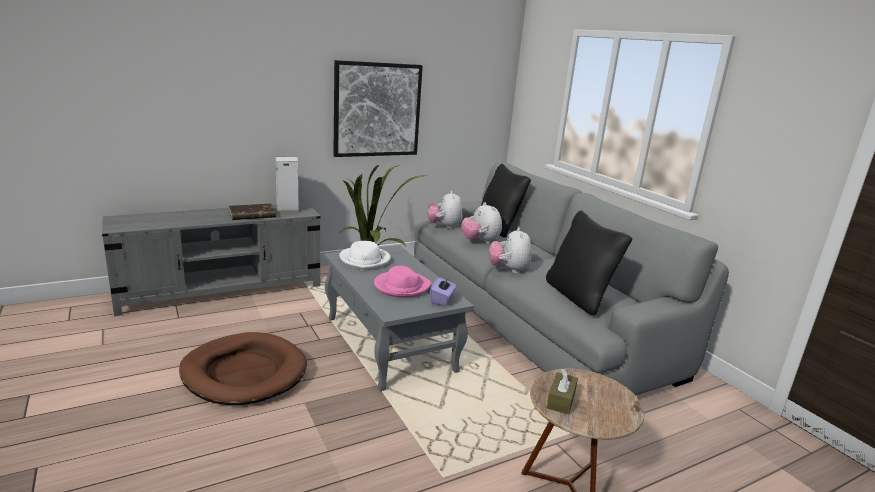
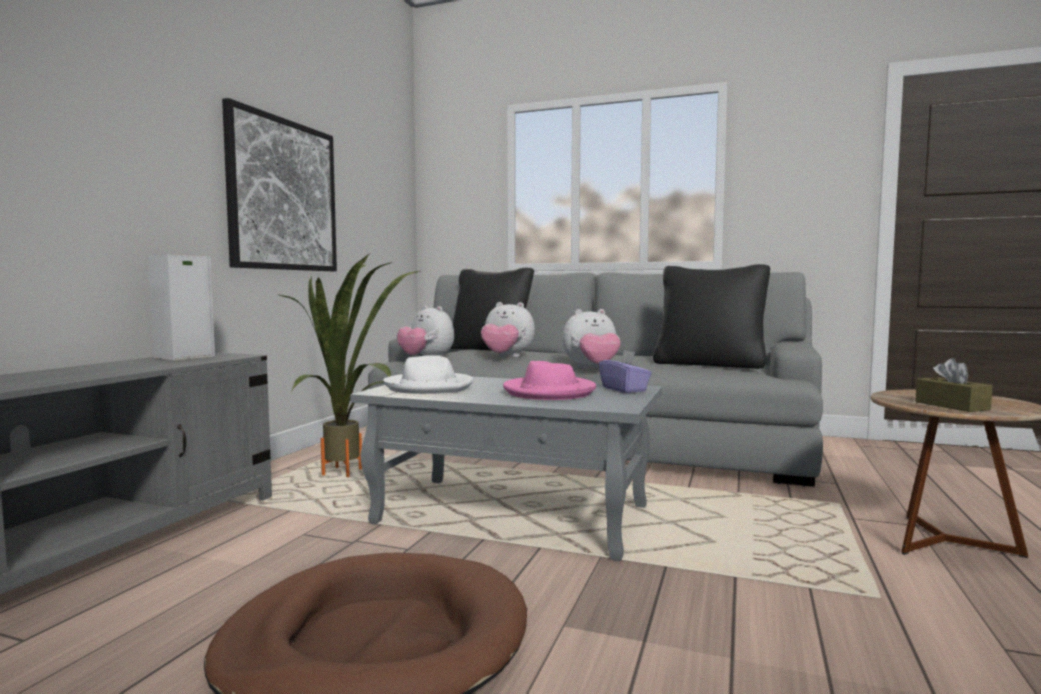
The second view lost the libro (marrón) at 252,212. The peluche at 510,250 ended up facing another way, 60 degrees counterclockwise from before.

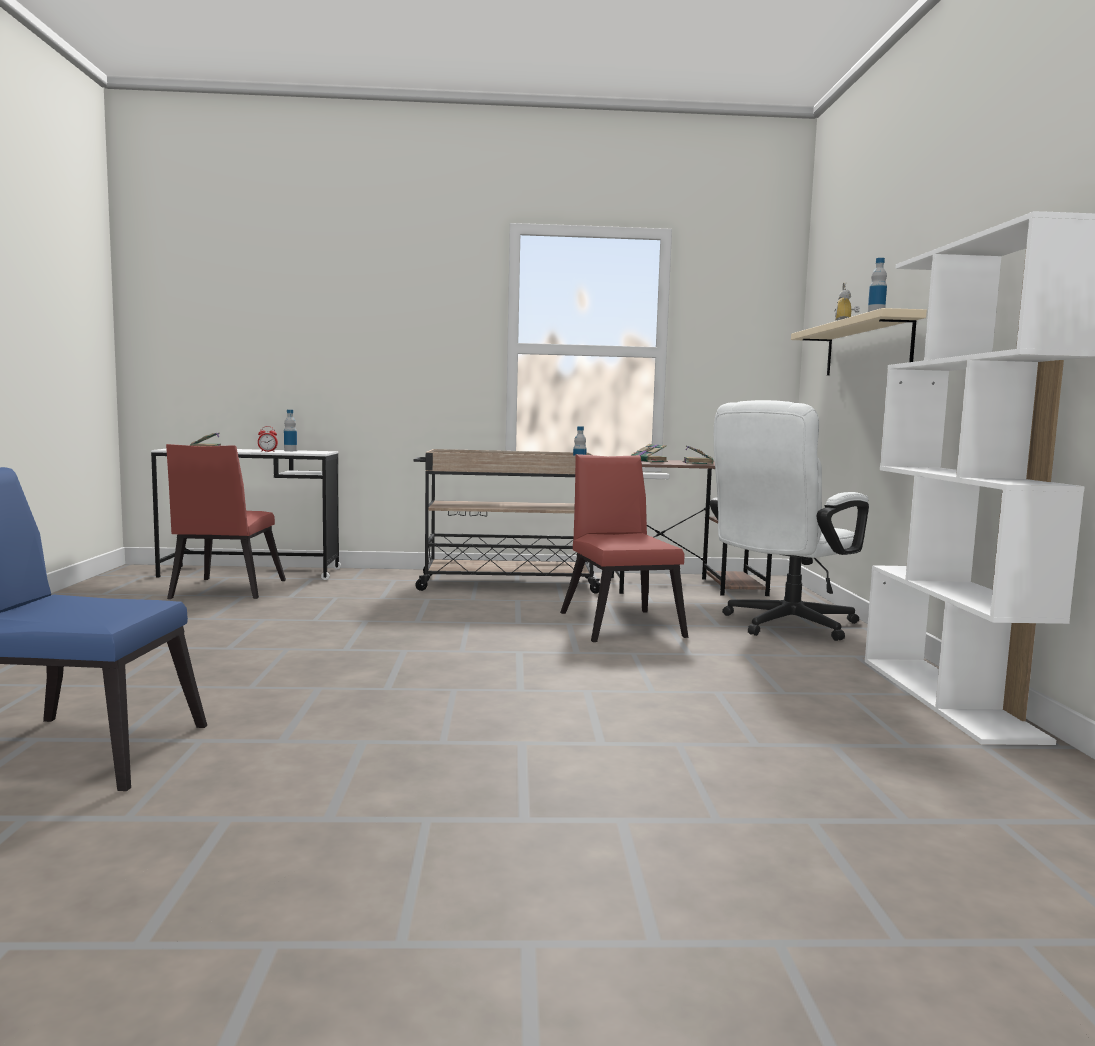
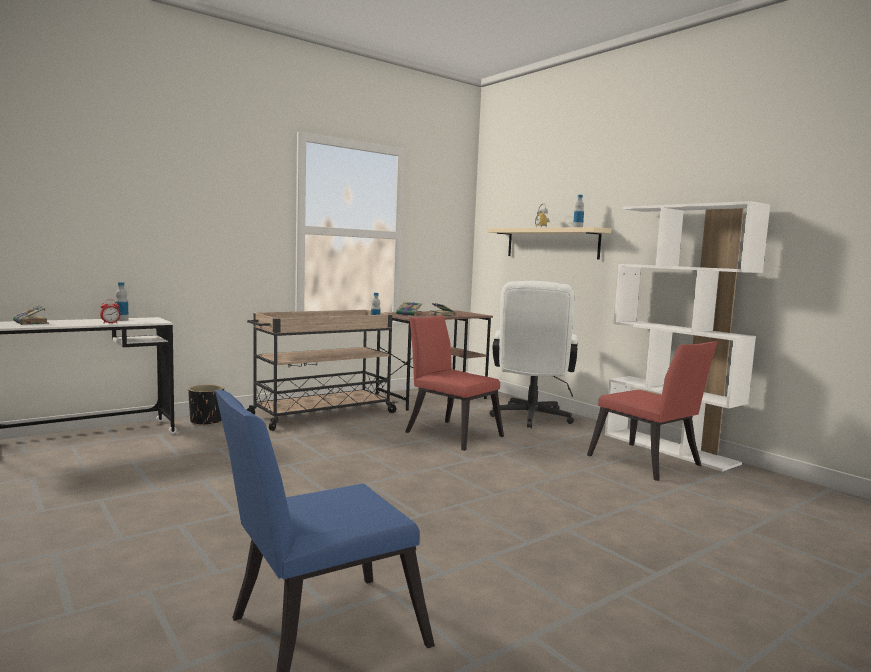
The second view gained the maceta (negro) at 206,405. The silla (rojo) ended up elsewhere, having gone from 226,521 to 652,411.

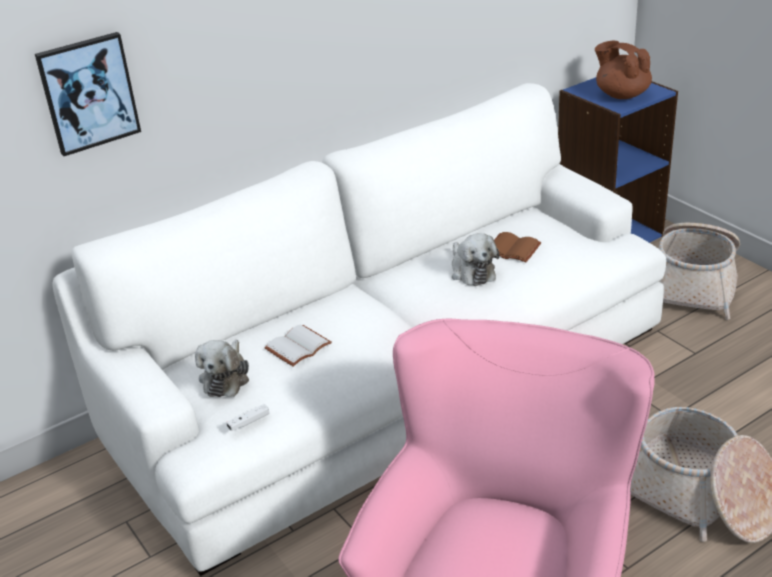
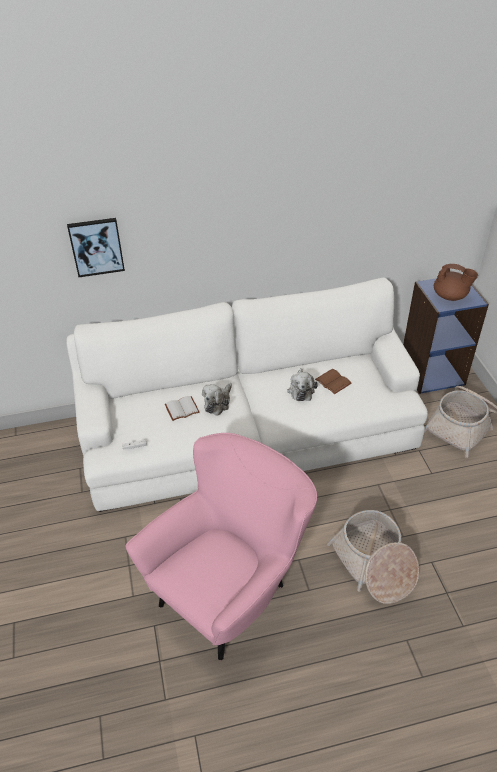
The peluche ended up elsewhere, having gone from 222,368 to 217,399. The tetera (marrón) at 623,70 ended up facing another way, 135 degrees clockwise from before.

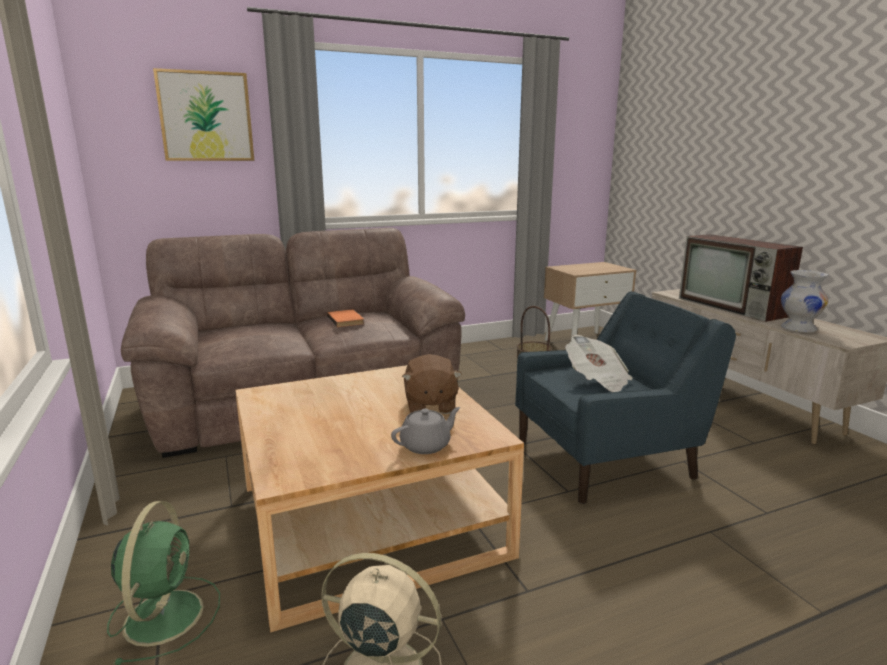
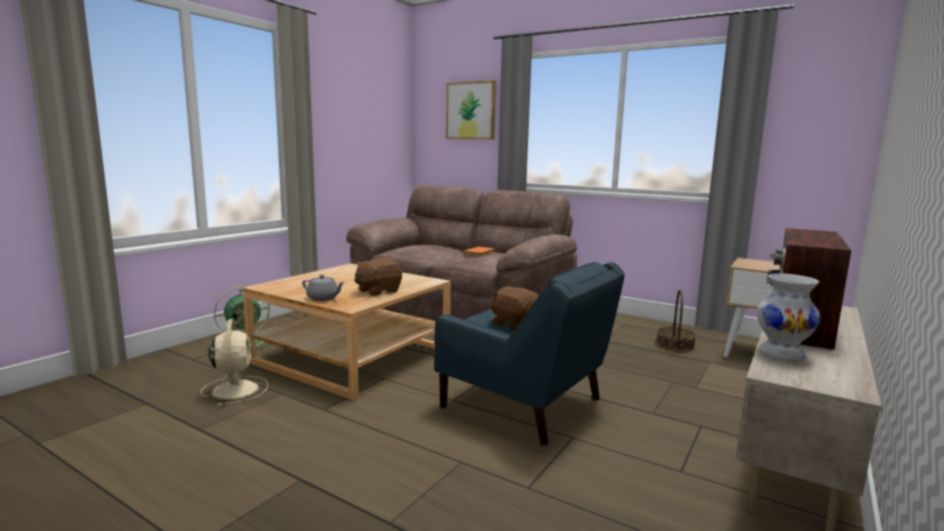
Where the periódico stood at 598,363, the peluche (marrón) came to stand at 515,308.

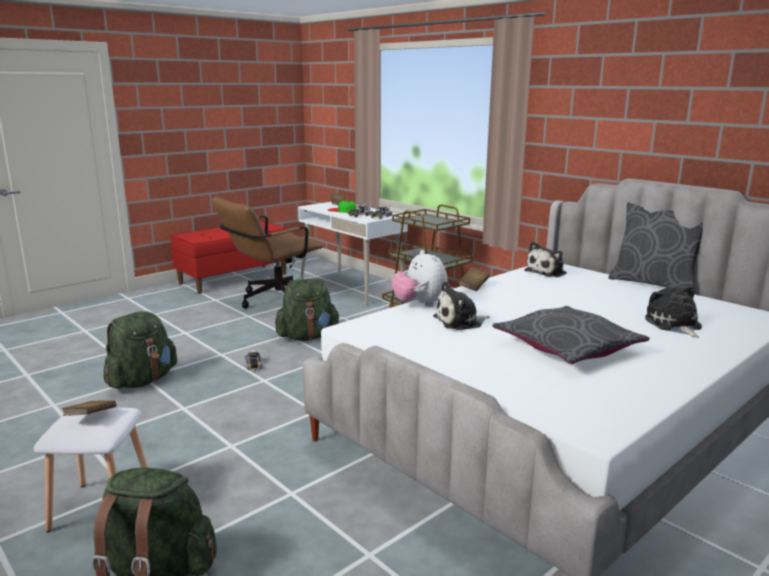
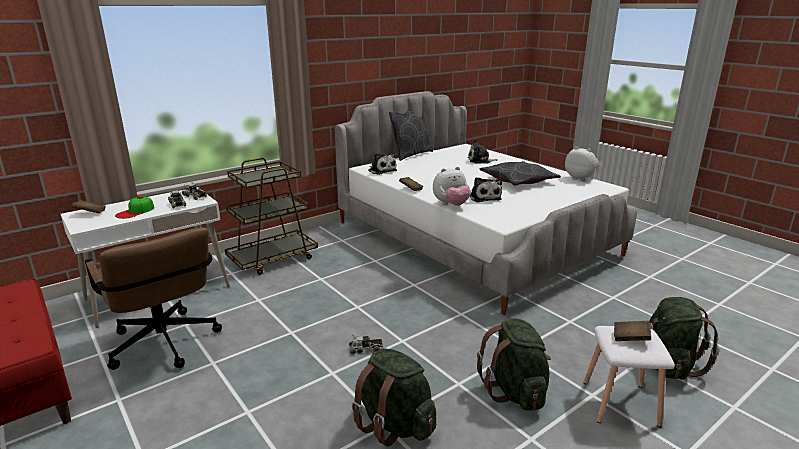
The second view gained the peluche at 582,163. The mochila (verde) ended up elsewhere, having gone from 307,309 to 514,365.

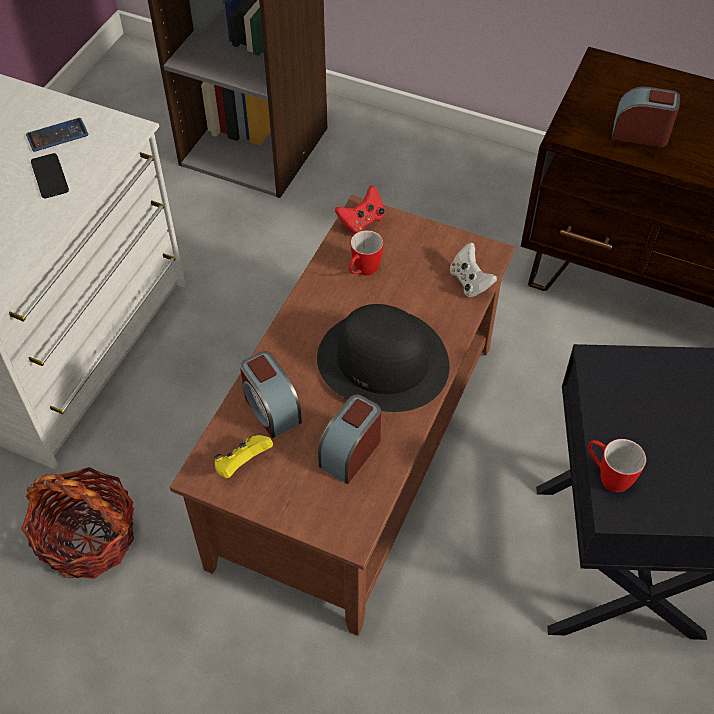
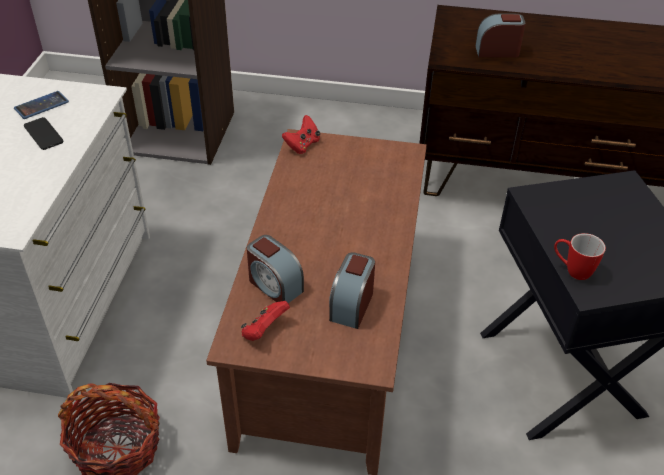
The second view lost the sombrero (negro) at 383,358. The second view lost the taza grande at 366,253. The second view lost the mando de consola (blanco) at 473,270. What was the mando de consola (amarillo) at 243,457 turned into the mando de consola (rojo) at 265,321.

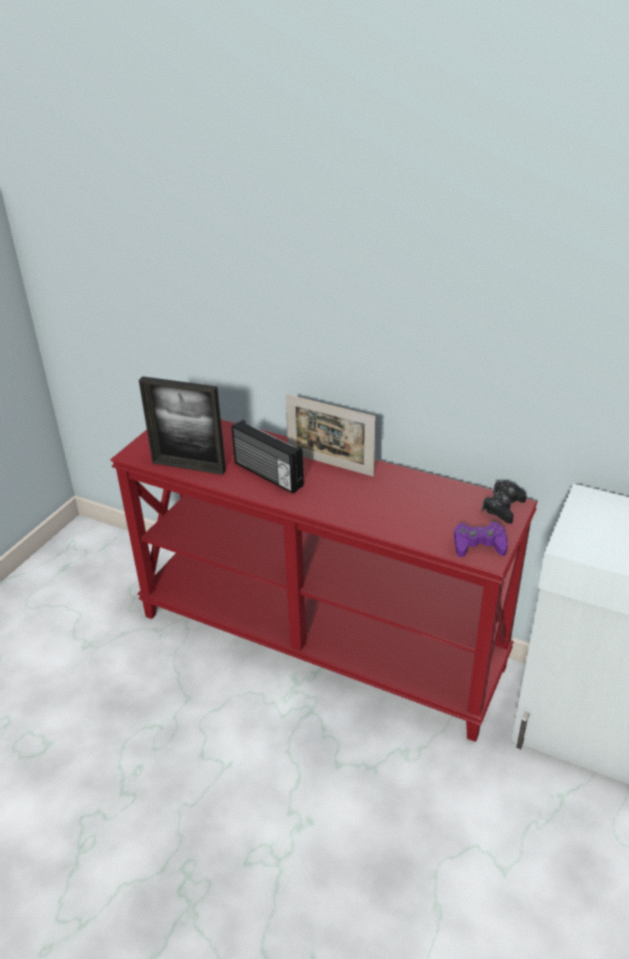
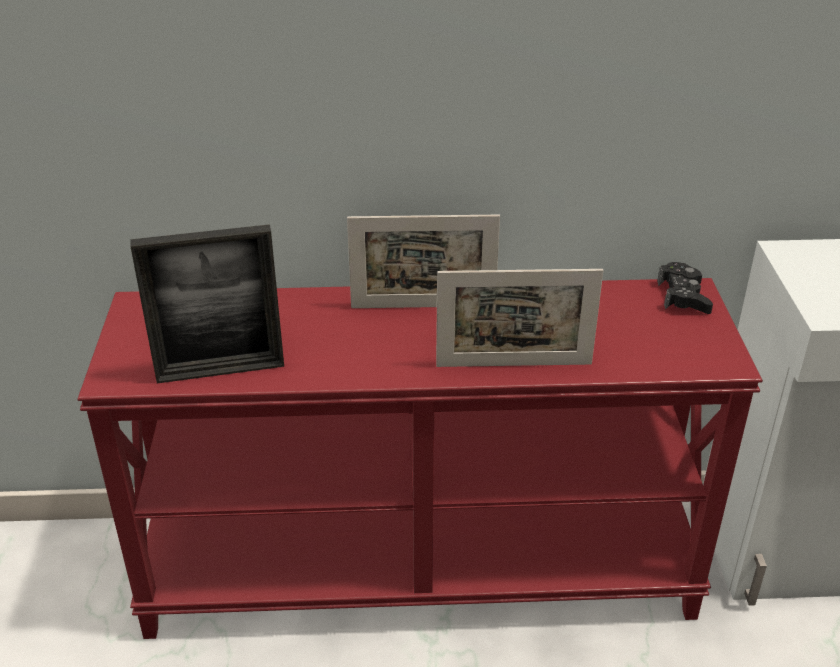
The second view lost the radio at 268,457. The second view lost the mando de consola (morado) at 481,539. The second view gained the portarretratos at 519,318.

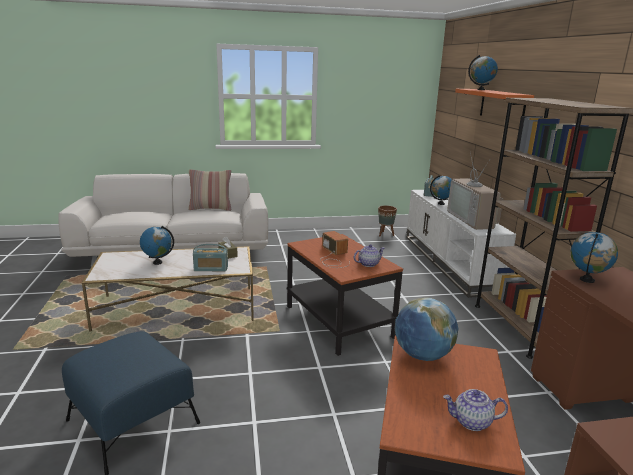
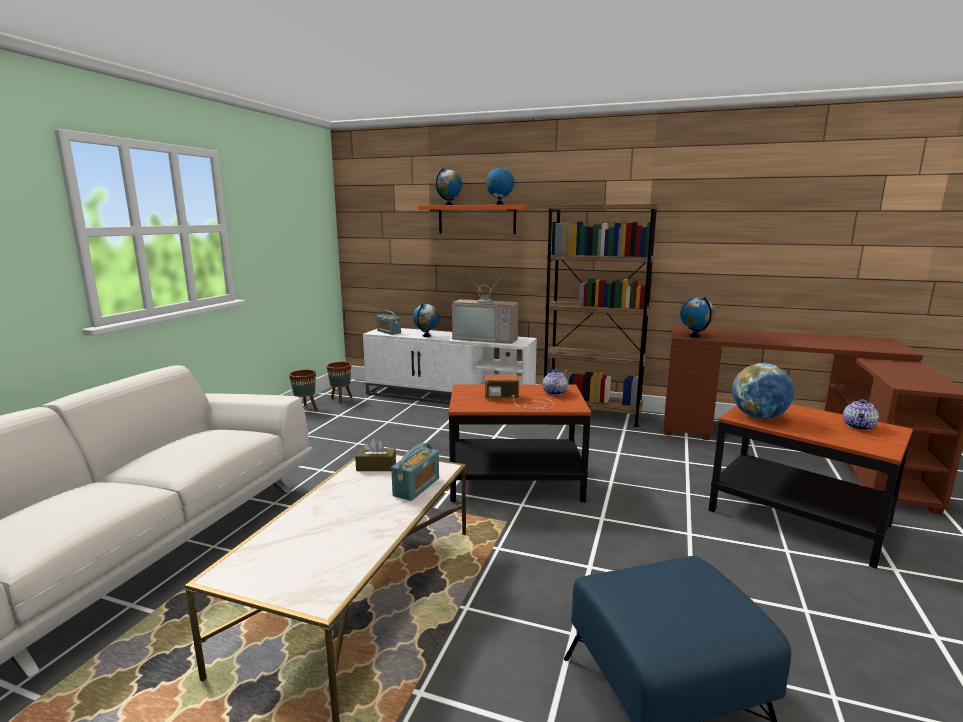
The second view lost the cojín at 210,190. The second view gained the maceta (marrón) at 303,390. The globo terráqueo ended up elsewhere, having gone from 157,245 to 500,186.

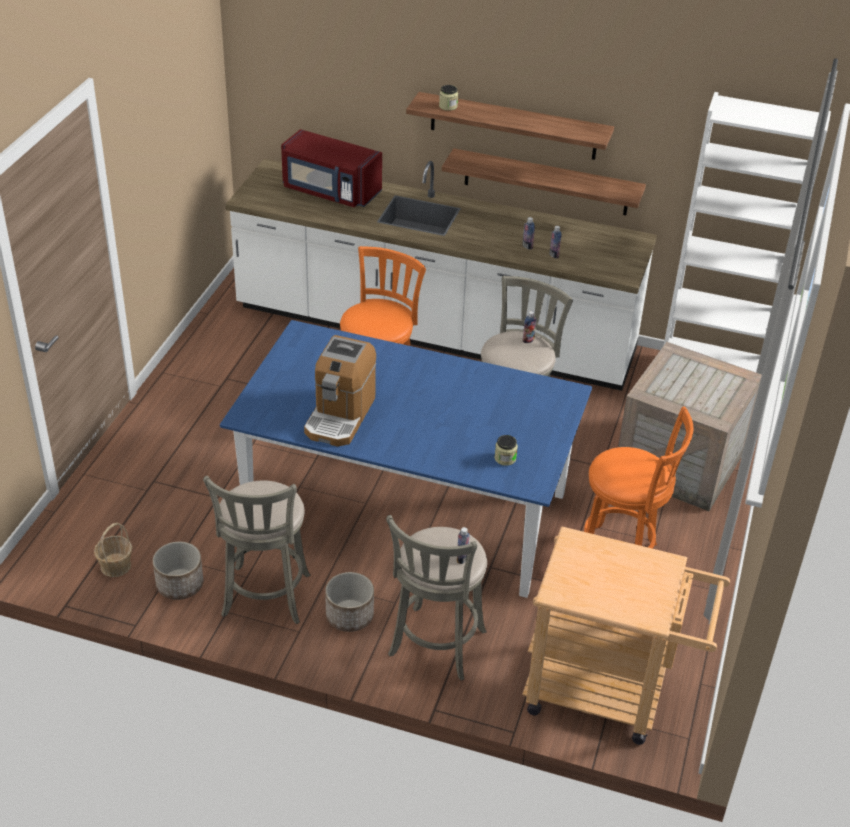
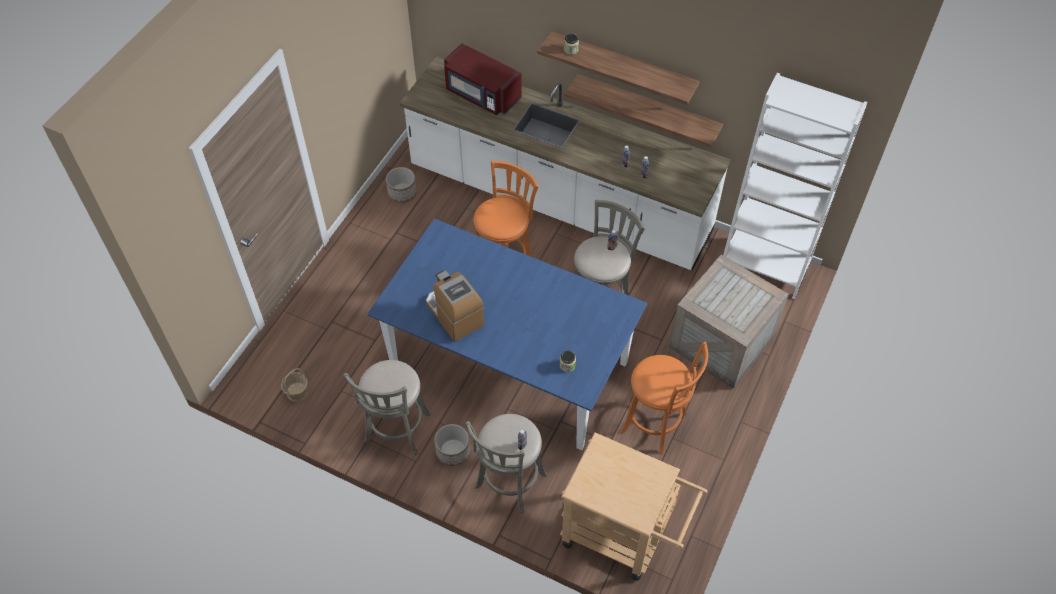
The maceta ended up elsewhere, having gone from 178,571 to 401,185. The cafetera at 340,391 ended up facing another way, 120 degrees clockwise from before.

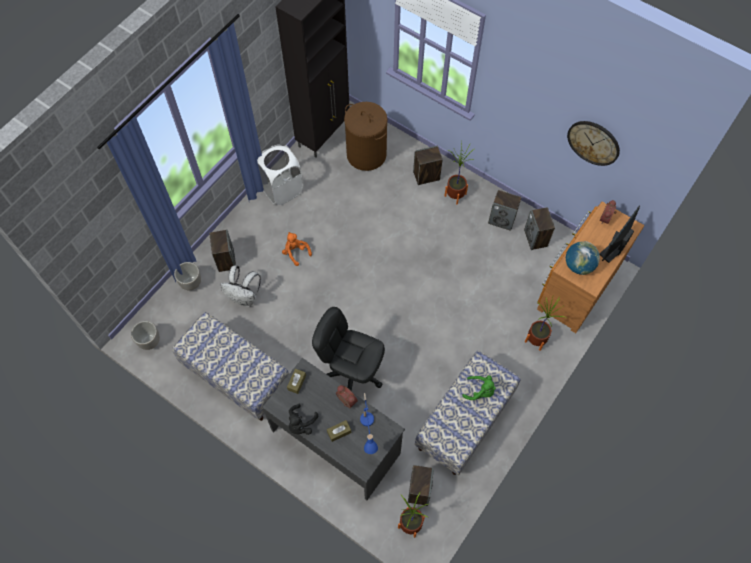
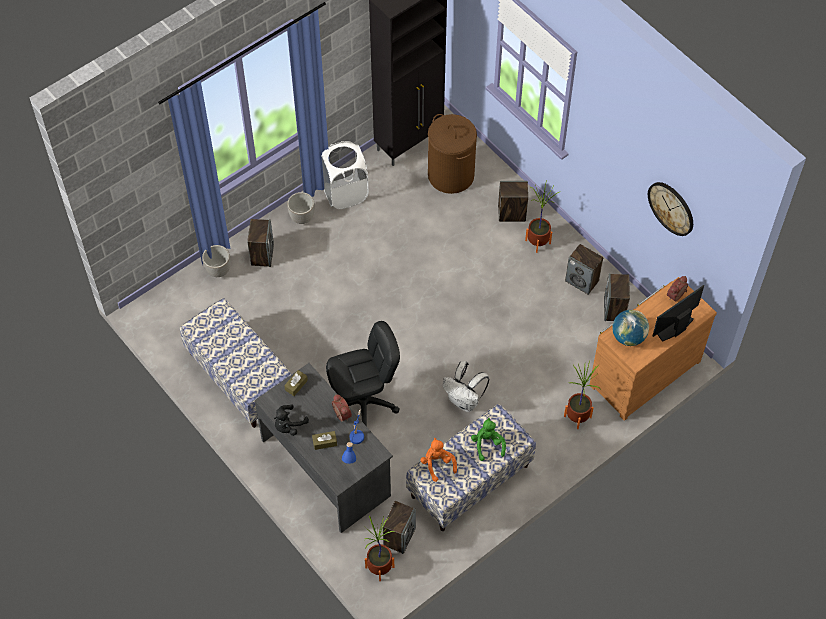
The maceta ended up elsewhere, having gone from 145,335 to 301,208. The mochila (blanco) ended up elsewhere, having gone from 240,286 to 466,386. The peluche (naranja) ended up elsewhere, having gone from 297,249 to 438,460. The silla de oficina (negro) at 348,349 ended up facing another way, 120 degrees clockwise from before. The peluche (verde) at 479,387 ended up facing another way, 135 degrees counterclockwise from before.

